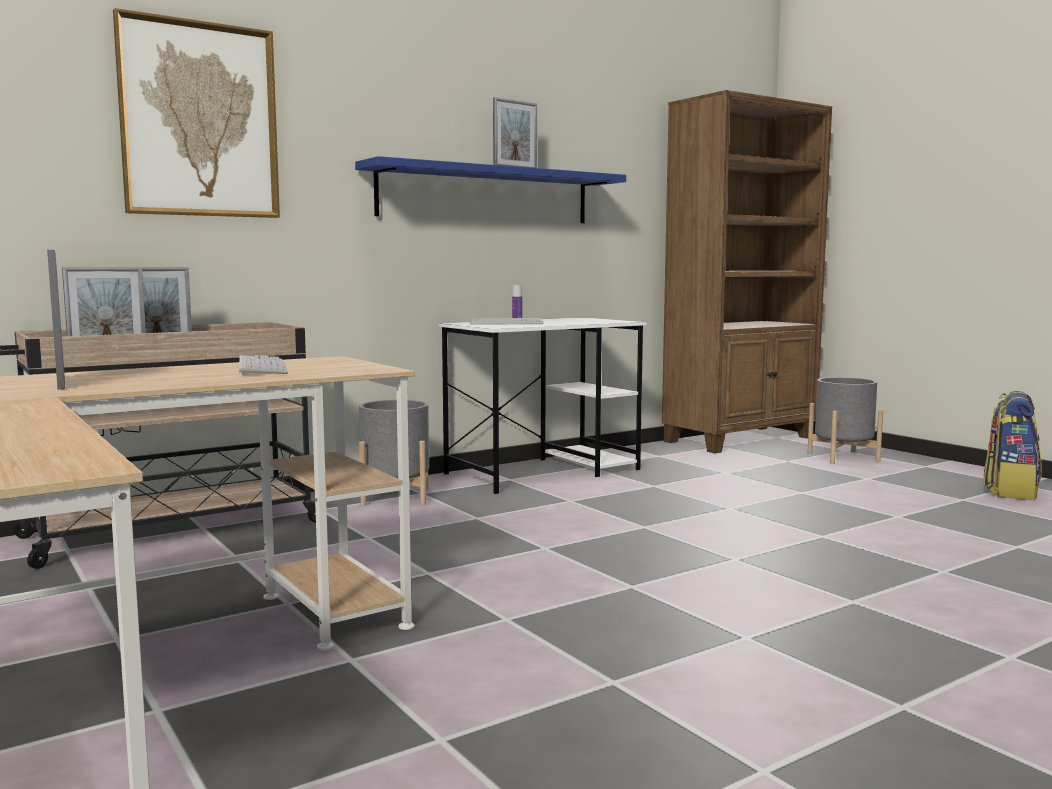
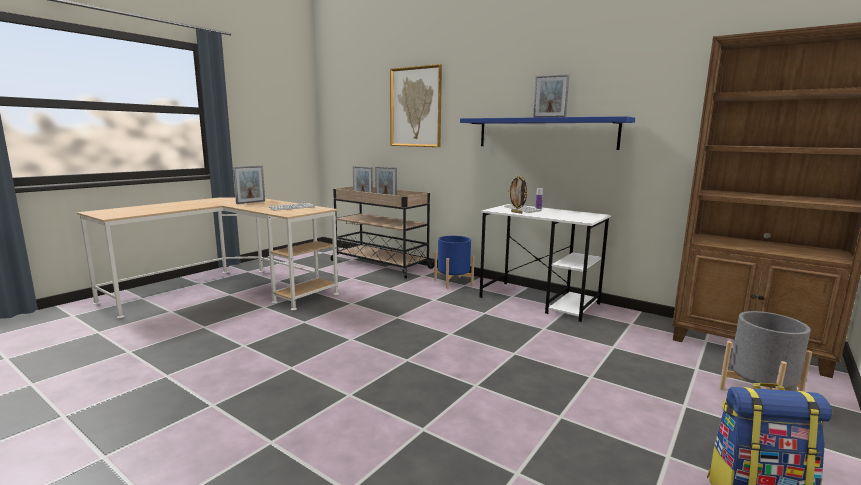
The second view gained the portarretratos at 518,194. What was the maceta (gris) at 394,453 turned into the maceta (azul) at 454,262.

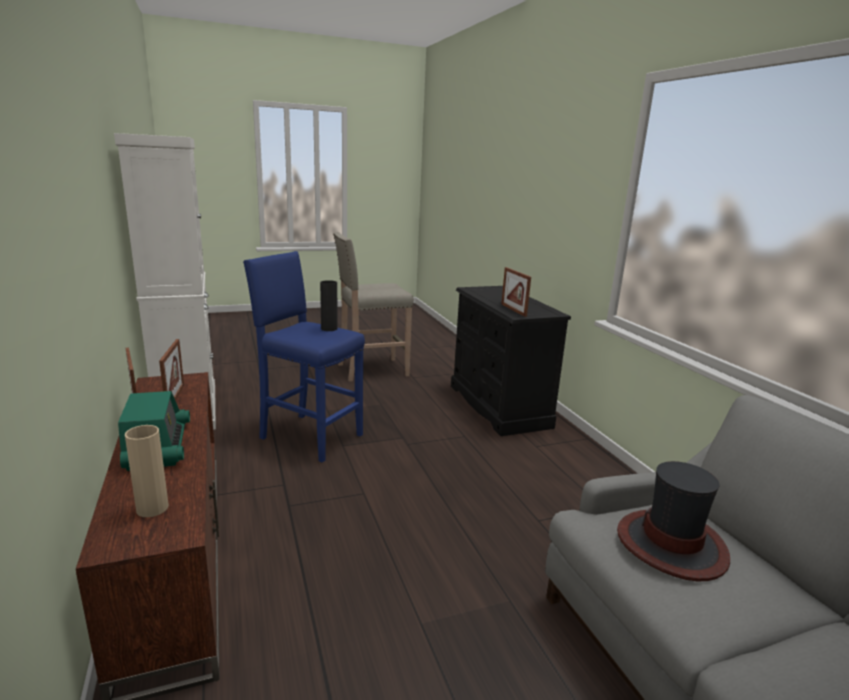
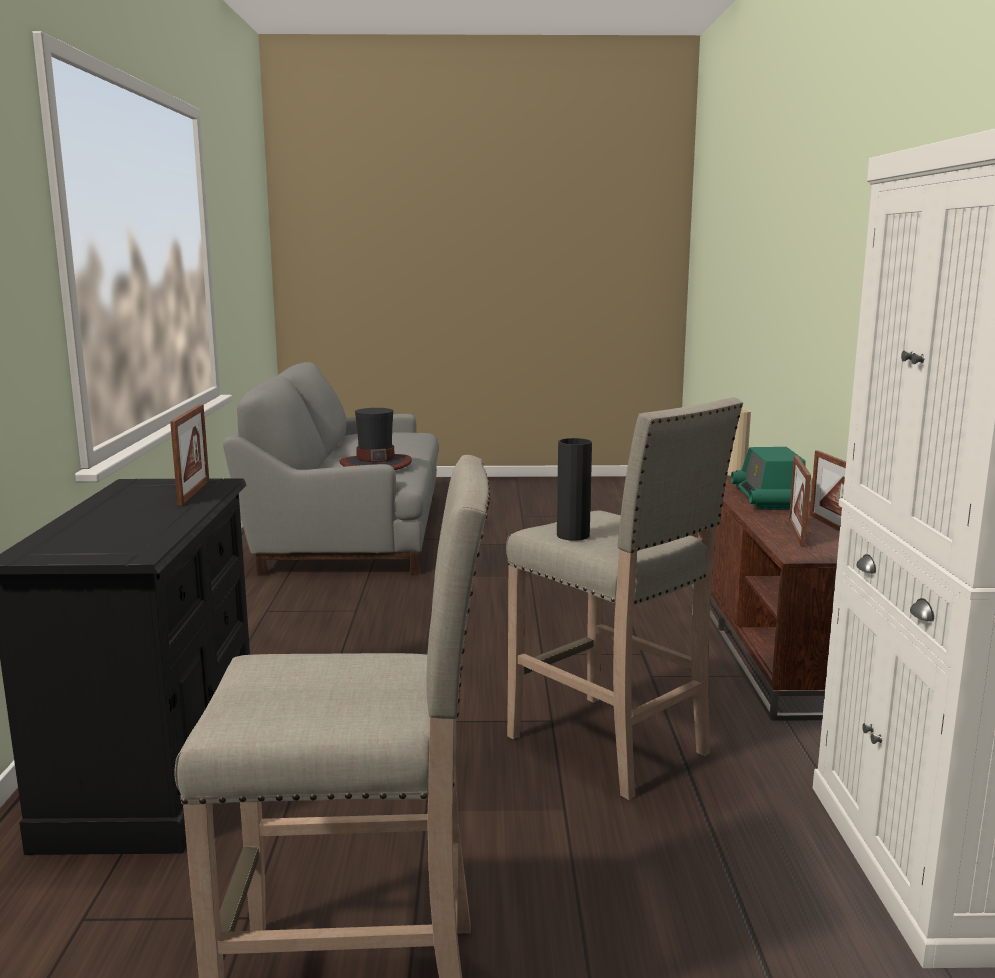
What was the taburete (azul) at 304,357 turned into the taburete (beis) at 624,598.

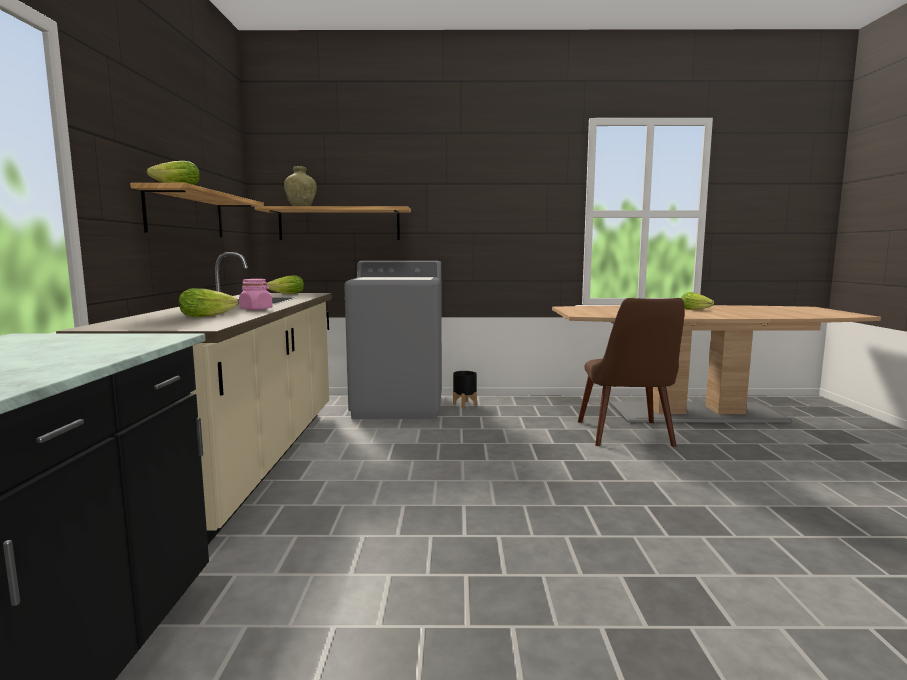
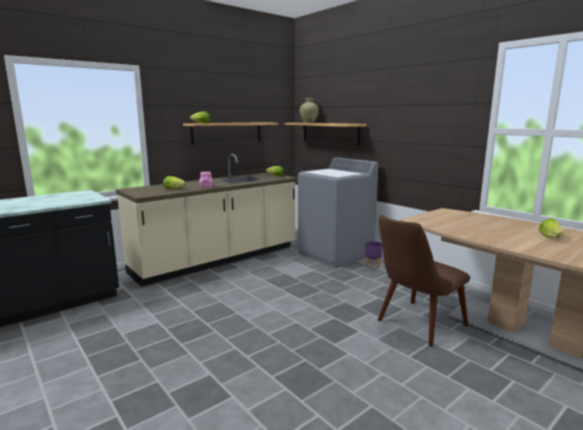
What was the maceta (negro) at 465,389 turned into the maceta (morado) at 373,254.

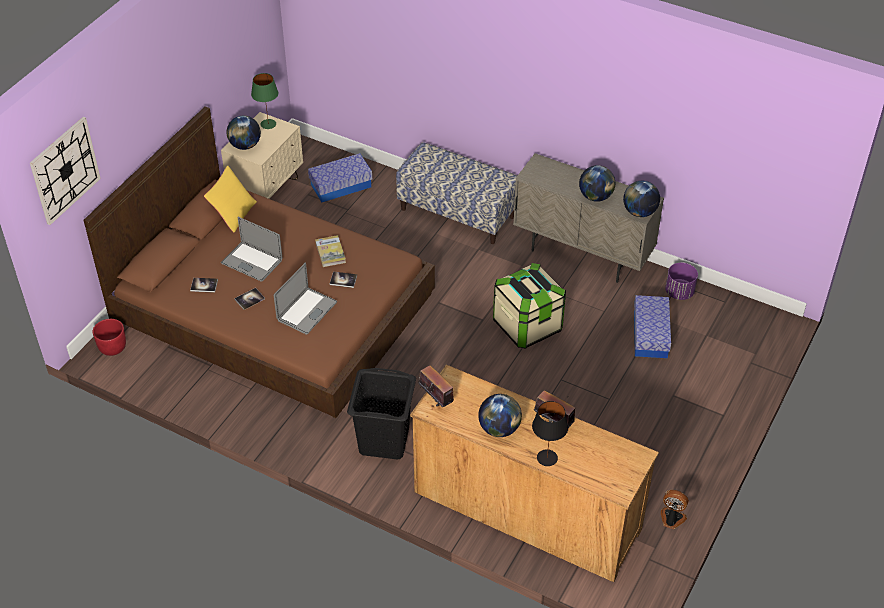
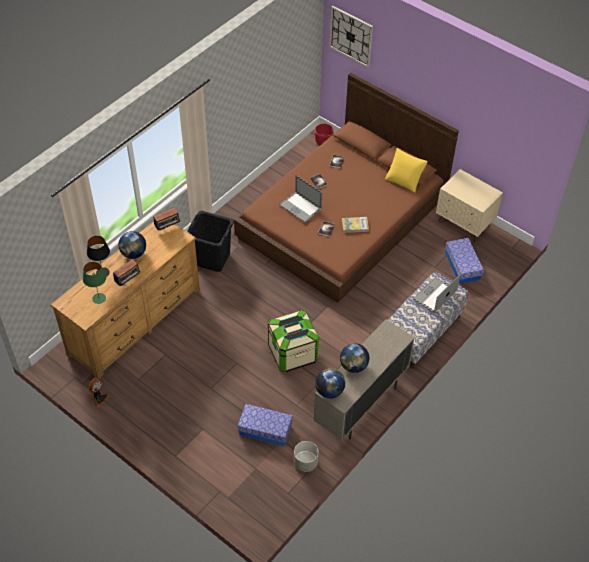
The second view lost the globo terráqueo at 244,133. The portátil ended up elsewhere, having gone from 252,249 to 436,293. The lámpara de mesa (verde) ended up elsewhere, having gone from 264,101 to 94,283. What was the maceta (morado) at 681,281 turned into the maceta (gris) at 306,456.

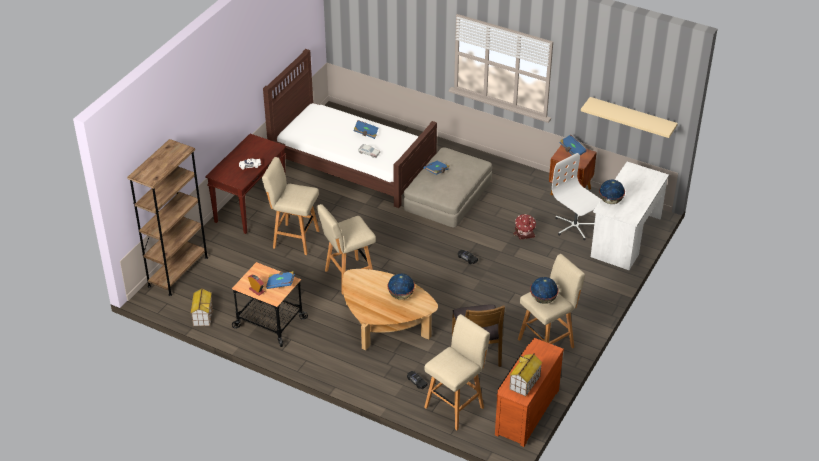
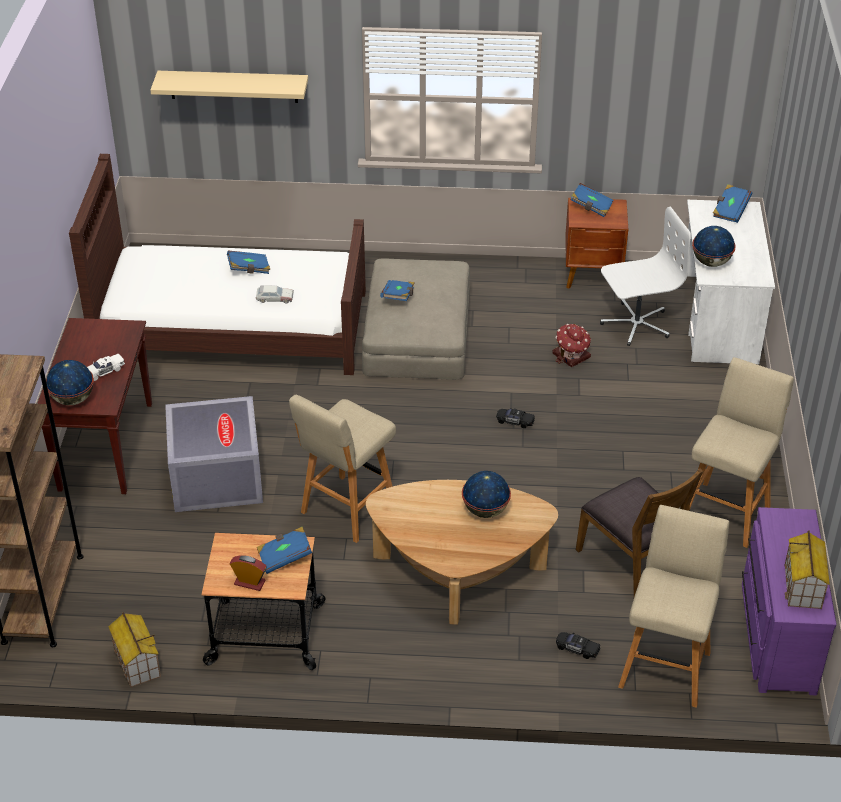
The second view gained the libro (azul) at 732,203. The globo terráqueo ended up elsewhere, having gone from 544,290 to 70,382. The estante (beis) ended up elsewhere, having gone from 629,117 to 229,87. Where the taburete (beis) stood at 291,206, the caja de almacenaje (gris) came to stand at 214,454. What was the cómoda (marrón) at 529,392 turned into the cómoda (morado) at 789,601. The silla de oficina (blanco) at 576,196 ended up facing another way, 135 degrees clockwise from before.

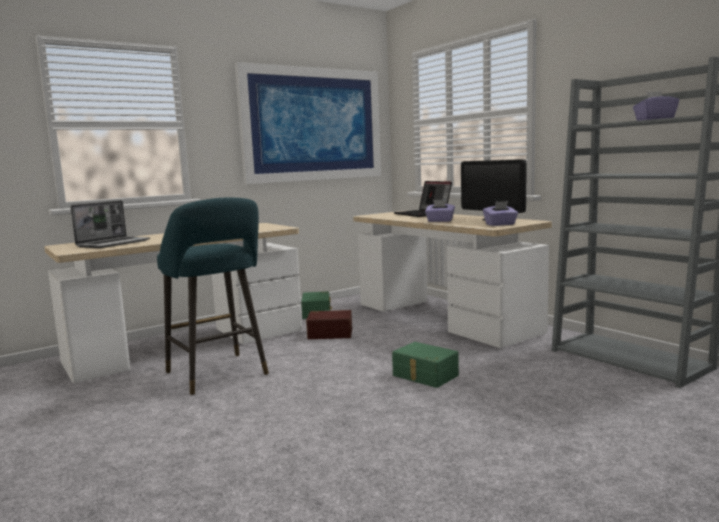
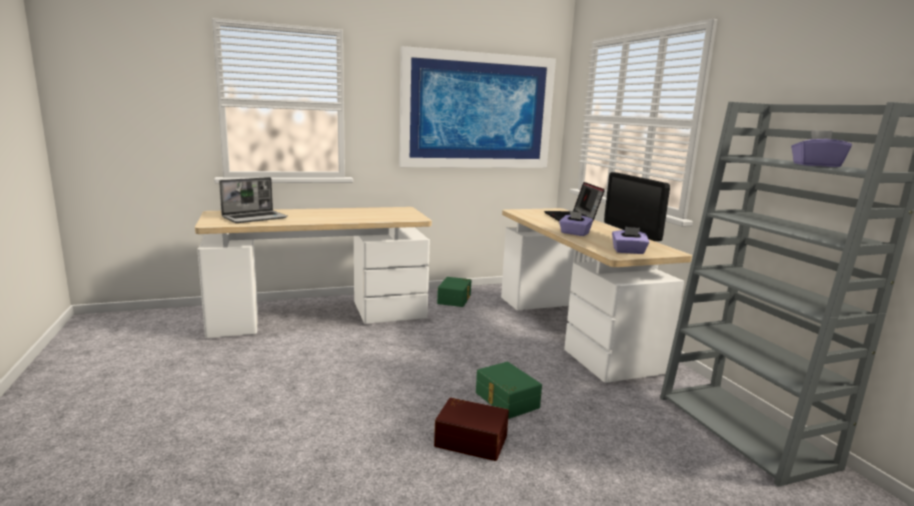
The second view lost the taburete (turquesa) at 213,296. The caja de almacenaje (marrón) ended up elsewhere, having gone from 329,324 to 471,429.

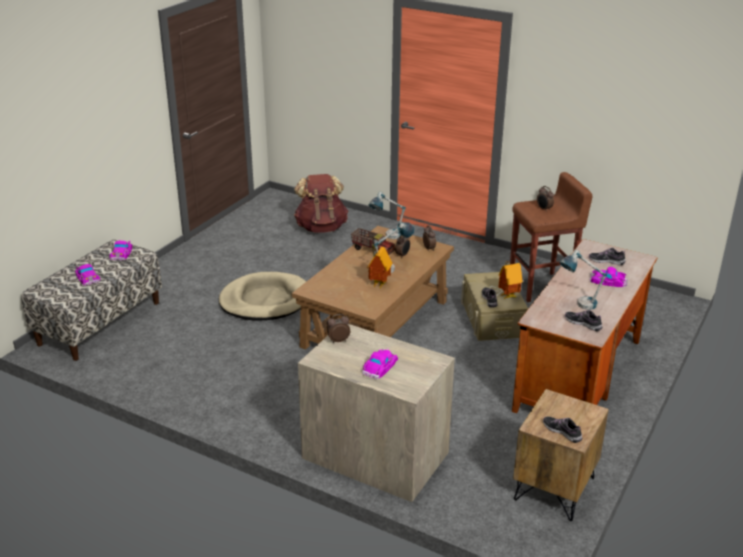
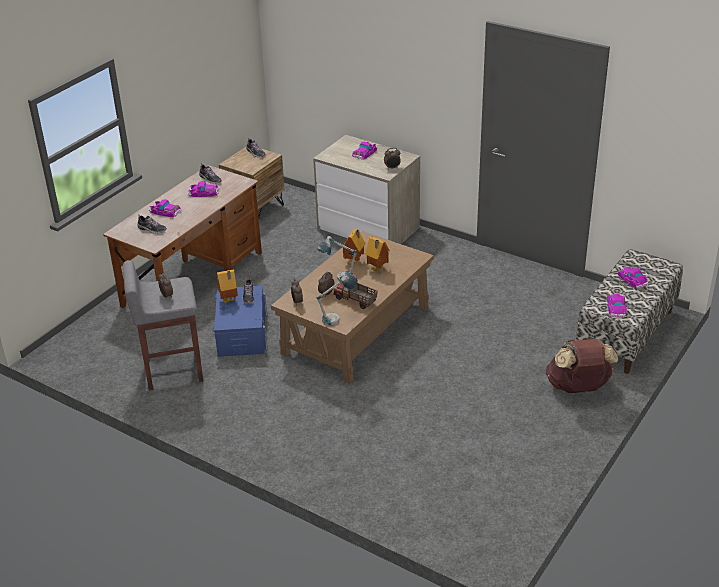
The second view lost the cama para perro (beis) at 262,296. The second view gained the casita at 377,254. The mochila (marrón) ended up elsewhere, having gone from 321,203 to 582,365. Where the lámpara de mesa stood at 583,280, the coche de juguete came to stand at 204,189. What was the caja de almacenaje (beis) at 494,306 turned into the caja de almacenaje (azul) at 240,321. What was the taburete (marrón) at 551,237 turned into the taburete (gris) at 163,325.

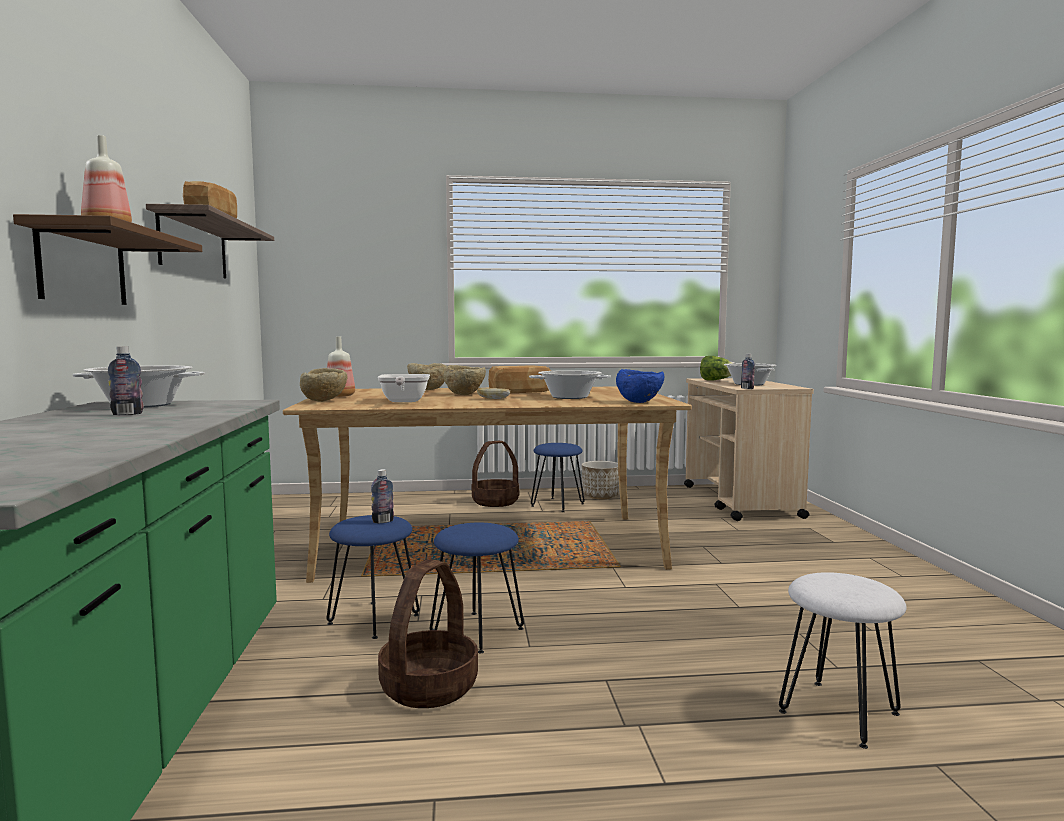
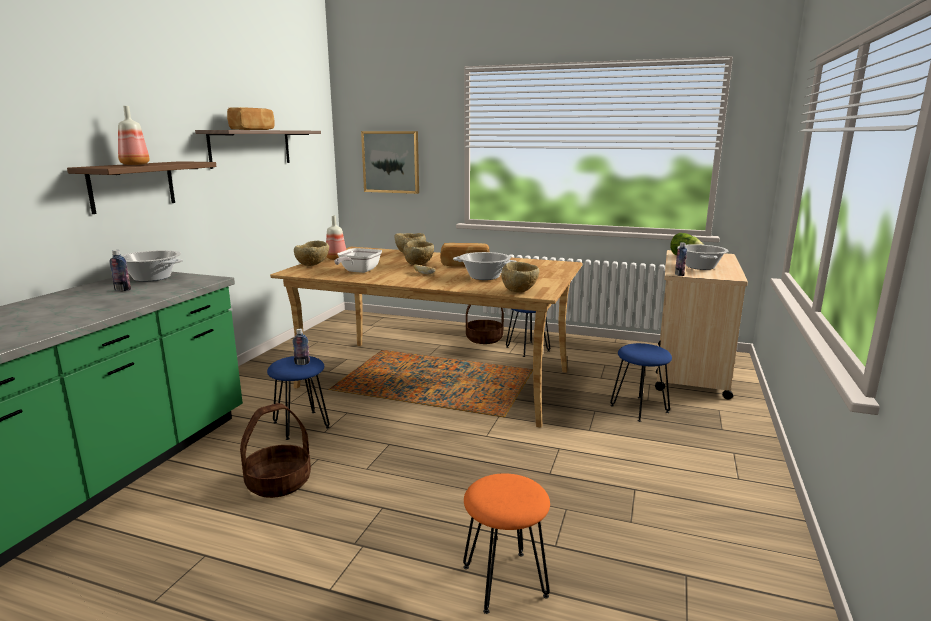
The second view lost the maceta at 600,480. The second view gained the cuadro at 390,162. The taburete (azul) ended up elsewhere, having gone from 477,588 to 641,382. What was the cuenco (azul) at 640,386 turned into the cuenco (beis) at 520,277. What was the taburete (blanco) at 843,660 turned into the taburete (naranja) at 506,543.

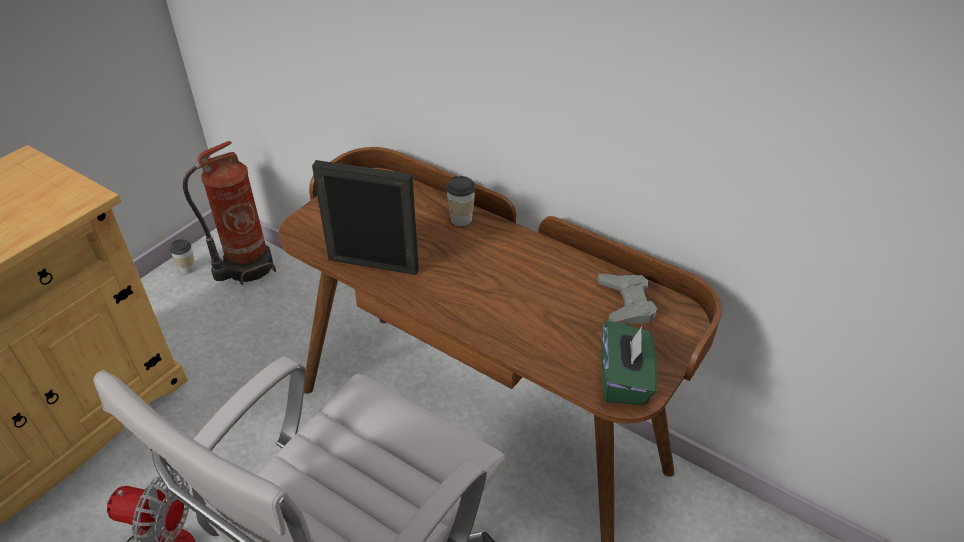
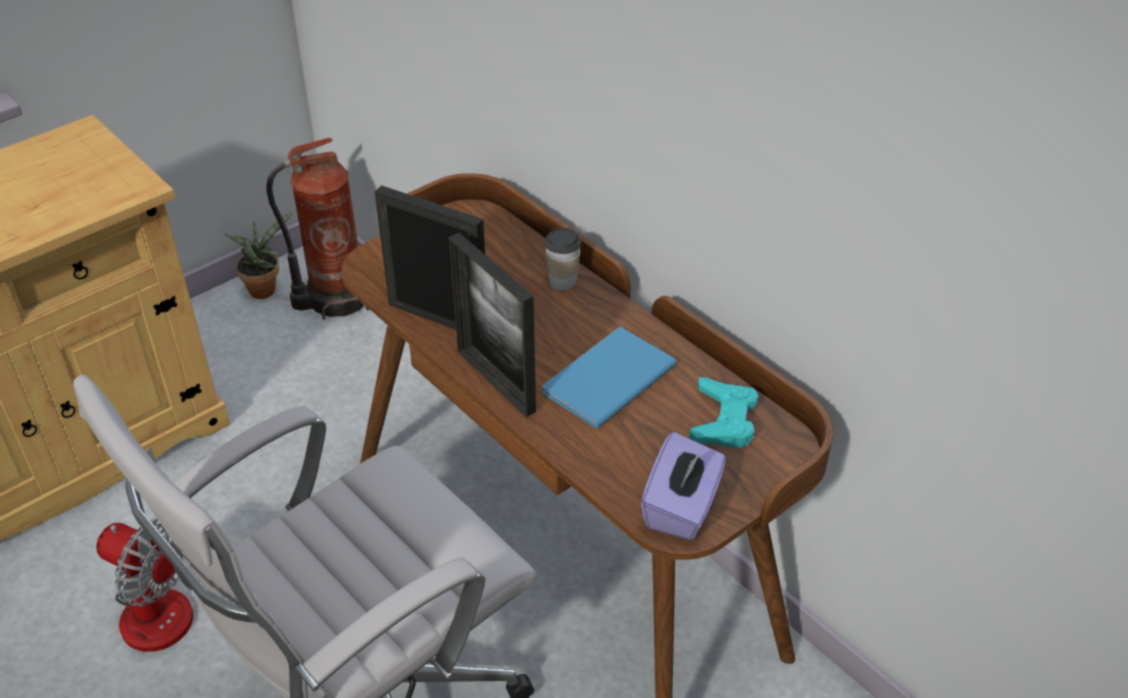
The second view gained the portarretratos at 492,325. The second view gained the libro (azul) at 610,377. Where the taza stood at 183,256, the planta en maceta came to stand at 259,255. What was the mando de consola (gris) at 627,298 turned into the mando de consola (turquesa) at 723,413. What was the caja de pañuelos (verde) at 629,362 turned into the caja de pañuelos (morado) at 683,486.

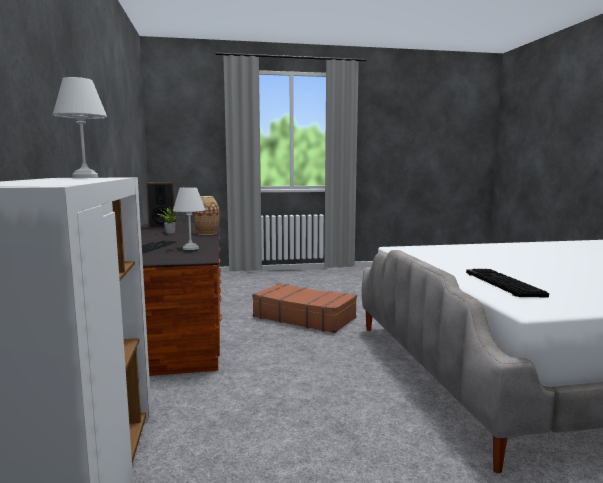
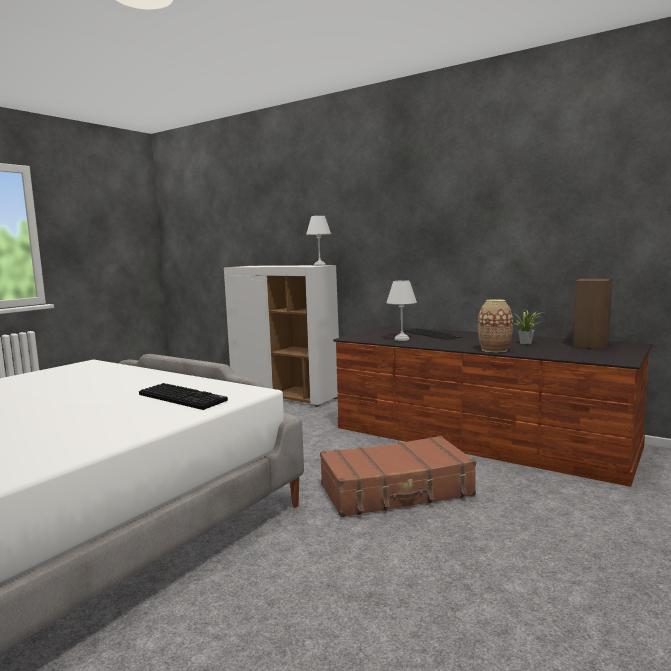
The teclado ended up elsewhere, having gone from 507,283 to 183,396.

